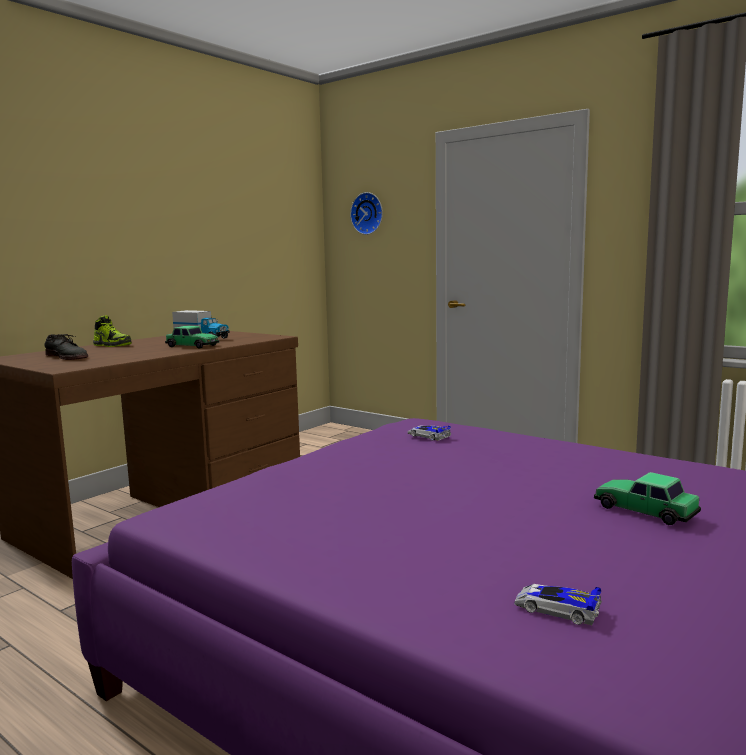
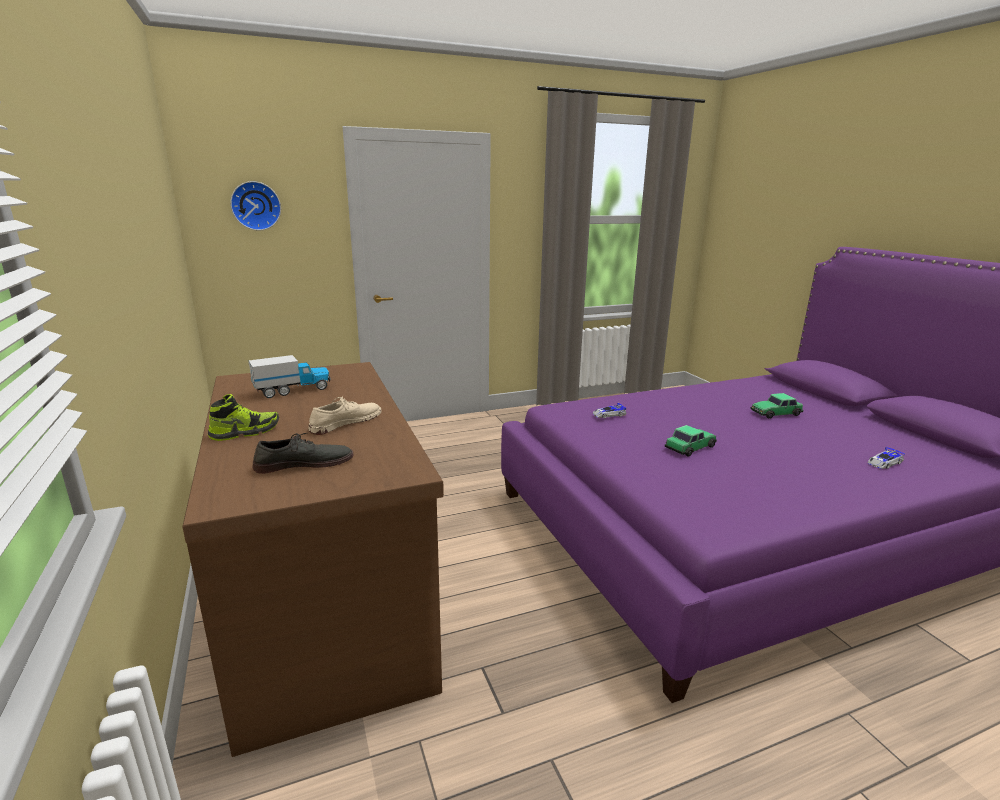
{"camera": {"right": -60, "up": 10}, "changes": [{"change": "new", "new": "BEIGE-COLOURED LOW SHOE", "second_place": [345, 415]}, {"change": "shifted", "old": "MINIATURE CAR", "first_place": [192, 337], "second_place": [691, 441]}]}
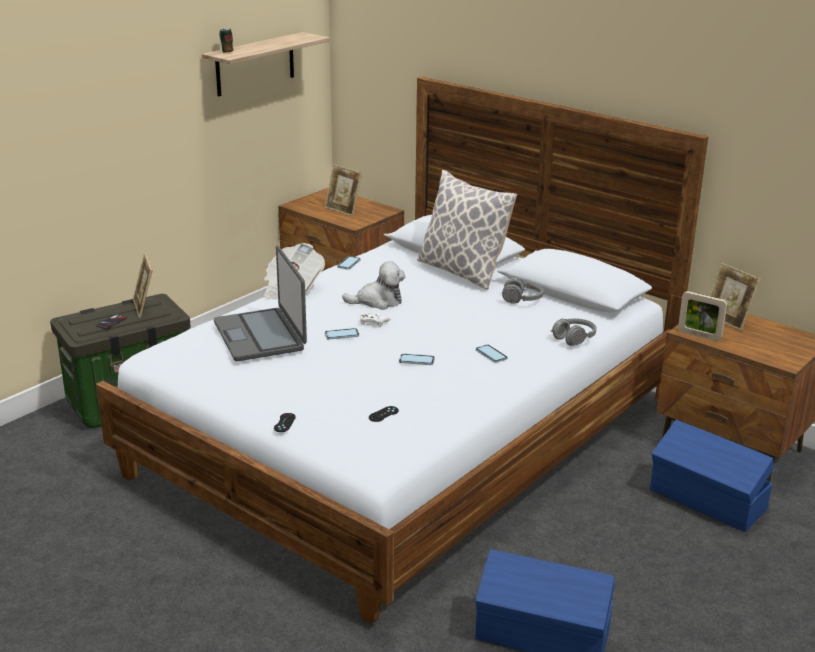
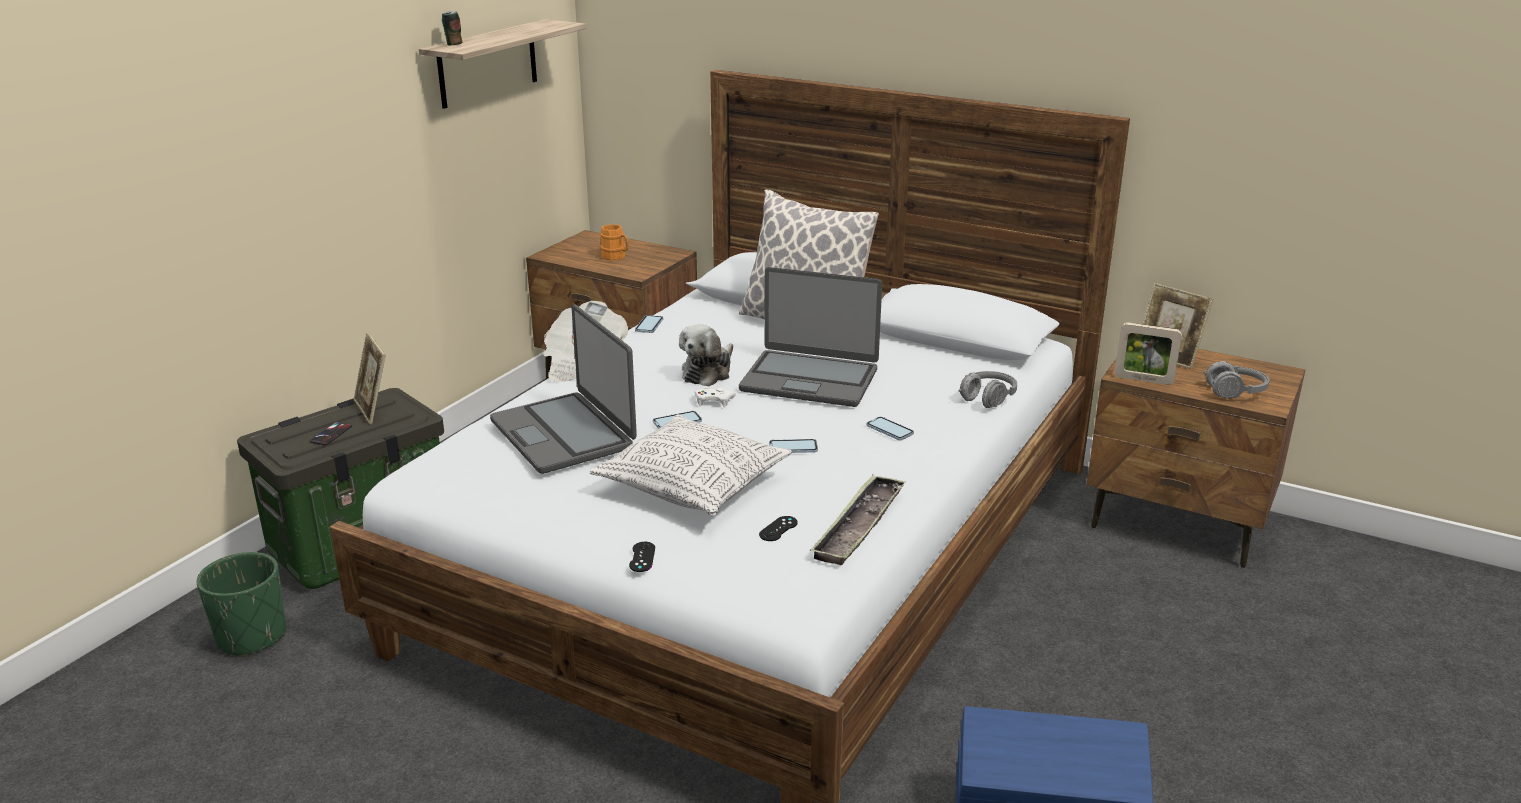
{"camera": {"right": -10, "up": 0}, "changes": [{"change": "new", "new": "GREEN PLANTER", "second_place": [241, 604]}, {"change": "new", "new": "THROW PILLOW", "second_place": [691, 465]}, {"change": "swapped", "old": "PICTURE FRAME", "new": "ORANGE COFFEE MUG", "first_place": [343, 190], "second_place": [614, 242]}, {"change": "rotated", "old": "PLUSH TOY", "first_place": [374, 285], "second_place": [706, 355], "degrees": 135}, {"change": "new", "new": "NOTEBOOK COMPUTER", "second_place": [810, 337]}, {"change": "new", "new": "CARRYING TRAY", "second_place": [858, 519]}, {"change": "shifted", "old": "GRAY HEADPHONES", "first_place": [523, 291], "second_place": [1236, 380]}, {"change": "gone", "old": "BLUE-COLOURED STORAGE CONTAINER", "first_place": [712, 476]}]}
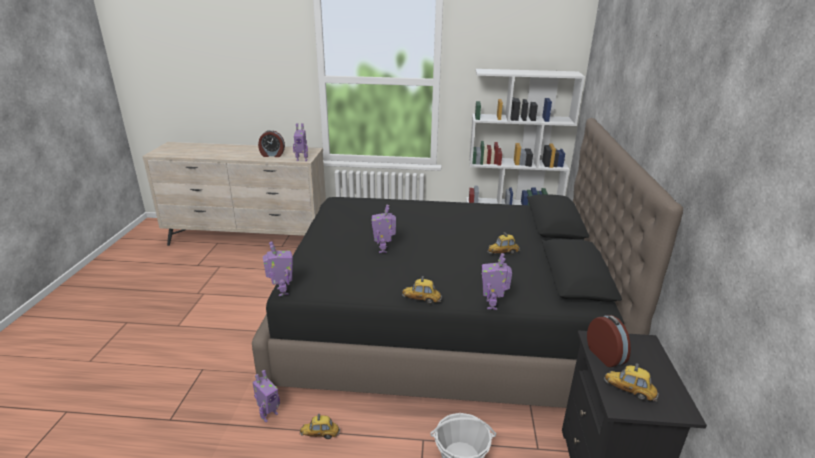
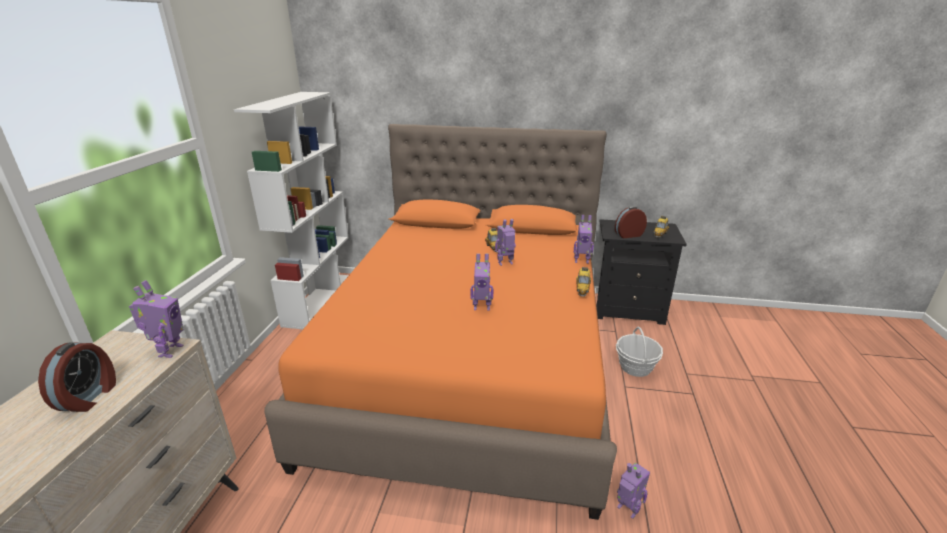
{"camera": {"right": -85, "up": 0}, "changes": [{"change": "repainted", "old": "BLACKISH BEDROOM BED", "new": "ORANGE BEDROOM BED", "first_place": [467, 263], "second_place": [440, 322]}, {"change": "shifted", "old": "TOY ROBOT", "first_place": [278, 269], "second_place": [505, 242]}, {"change": "gone", "old": "MINIATURE CAR", "first_place": [320, 426]}]}
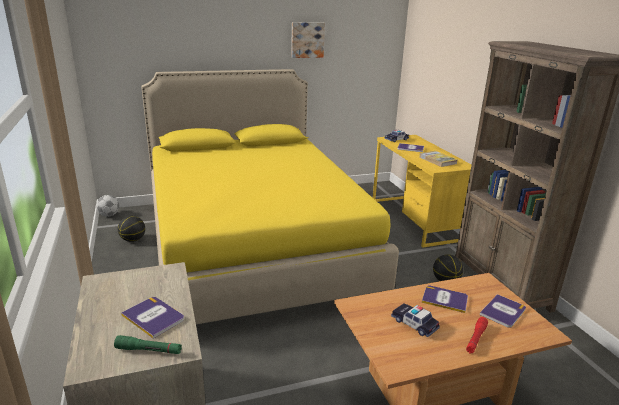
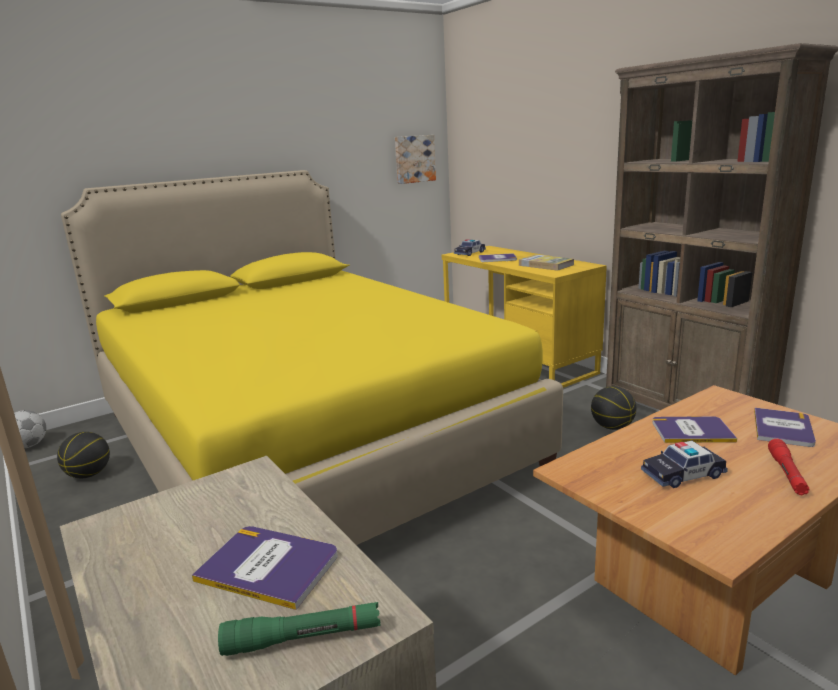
{"camera": {"right": -15, "up": -5}, "changes": [{"change": "shifted", "old": "WALL ART", "first_place": [308, 40], "second_place": [415, 159]}, {"change": "rotated", "old": "MINIATURE CAR", "first_place": [415, 320], "second_place": [684, 464], "degrees": -45}]}
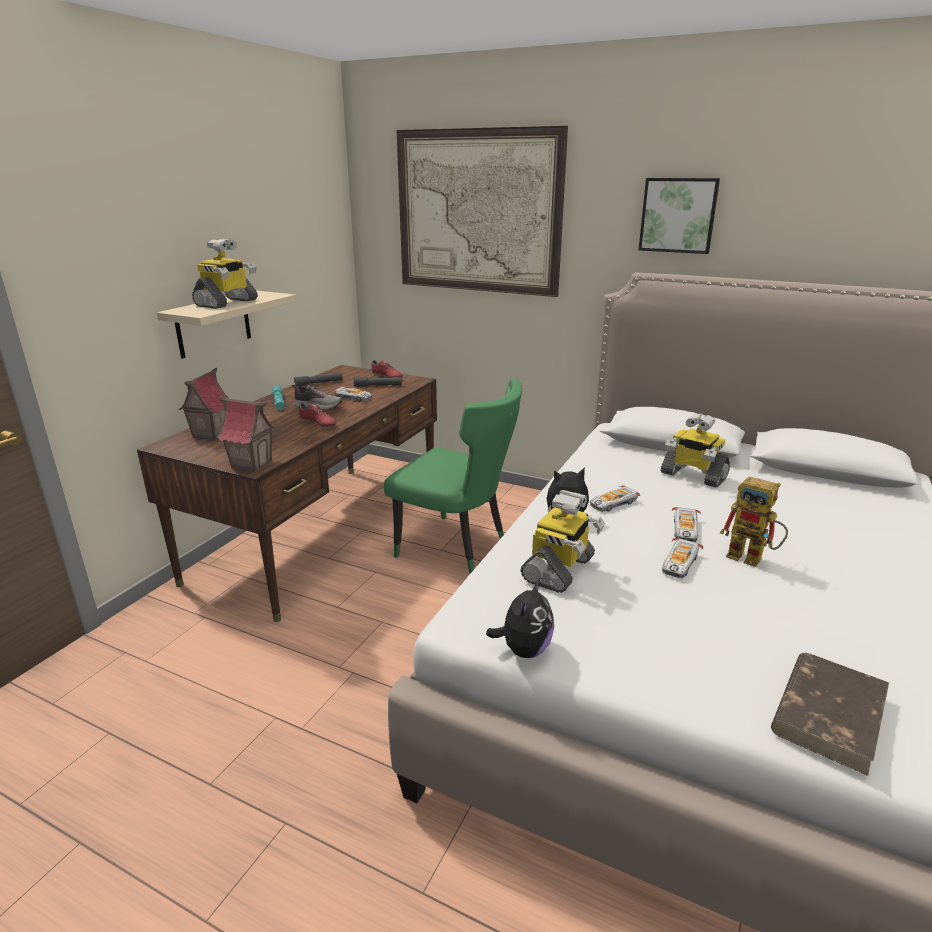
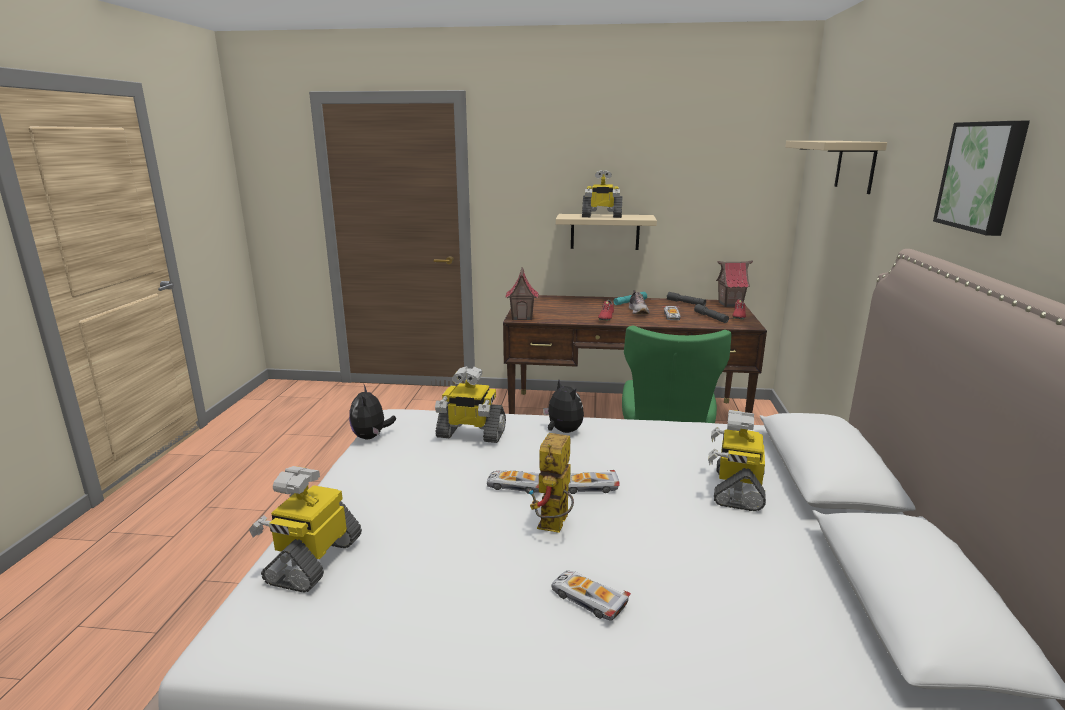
{"camera": {"right": 70, "up": -5}, "changes": [{"change": "swapped", "old": "BROWN-COLOURED BOUND BOOK", "new": "TOY ROBOT", "first_place": [830, 714], "second_place": [305, 529]}, {"change": "rotated", "old": "PLUSH TOY", "first_place": [520, 618], "second_place": [372, 412], "degrees": 75}, {"change": "shifted", "old": "MINIATURE CAR", "first_place": [615, 498], "second_place": [591, 596]}, {"change": "shifted", "old": "MINIATURE HOUSE", "first_place": [203, 404], "second_place": [734, 283]}, {"change": "swapped", "old": "WALL ART", "new": "BEIGE-COLOURED WALL SHELF", "first_place": [482, 211], "second_place": [836, 167]}]}
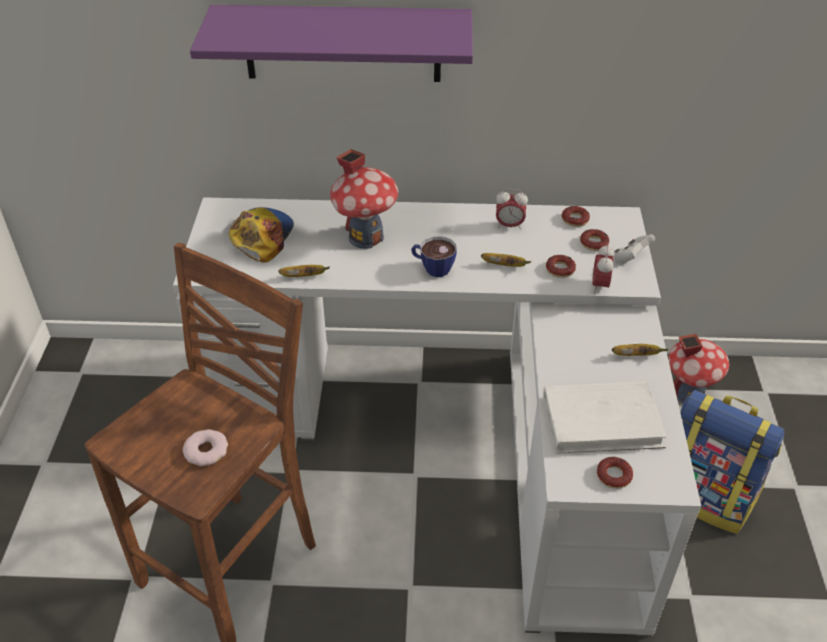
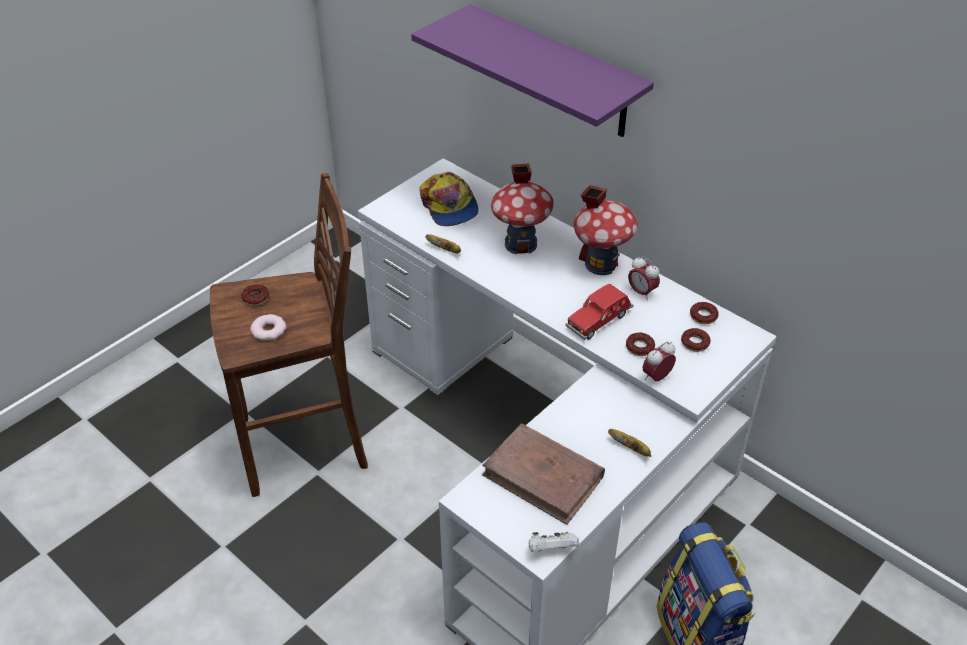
{"camera": {"right": 40, "up": 0}, "changes": [{"change": "shifted", "old": "DONUT", "first_place": [615, 473], "second_place": [255, 295]}, {"change": "rotated", "old": "BASEBALL CAP", "first_place": [261, 235], "second_place": [449, 199], "degrees": 105}, {"change": "repainted", "old": "WHITE BOUND BOOK", "new": "BROWN-COLOURED BOUND BOOK", "first_place": [604, 417], "second_place": [543, 474]}, {"change": "shifted", "old": "WHITE JOYPAD", "first_place": [634, 248], "second_place": [554, 542]}, {"change": "swapped", "old": "BANANA FRUIT", "new": "REDDISH MINIATURE CAR", "first_place": [506, 260], "second_place": [599, 312]}, {"change": "shifted", "old": "MINIATURE HOUSE", "first_place": [698, 368], "second_place": [606, 230]}, {"change": "gone", "old": "CUP", "first_place": [434, 256]}]}
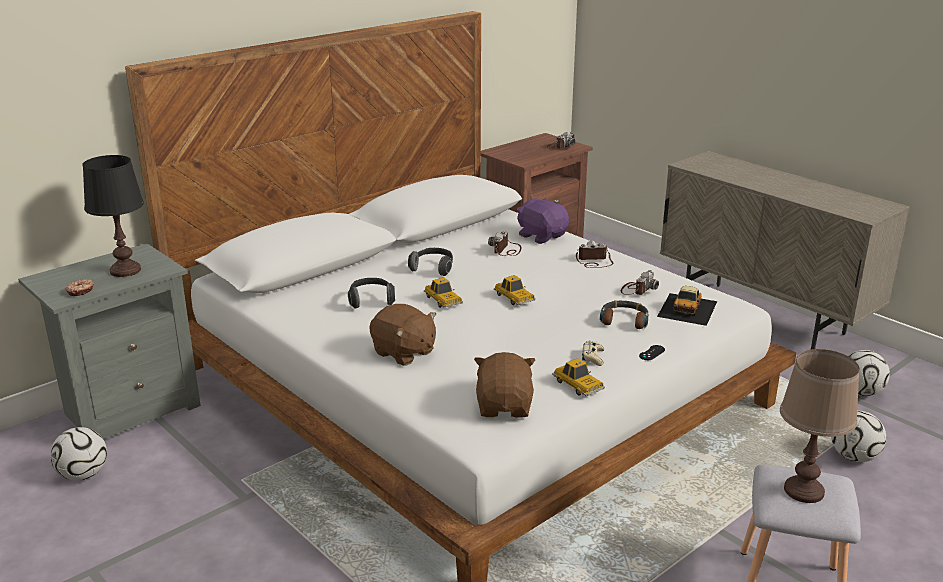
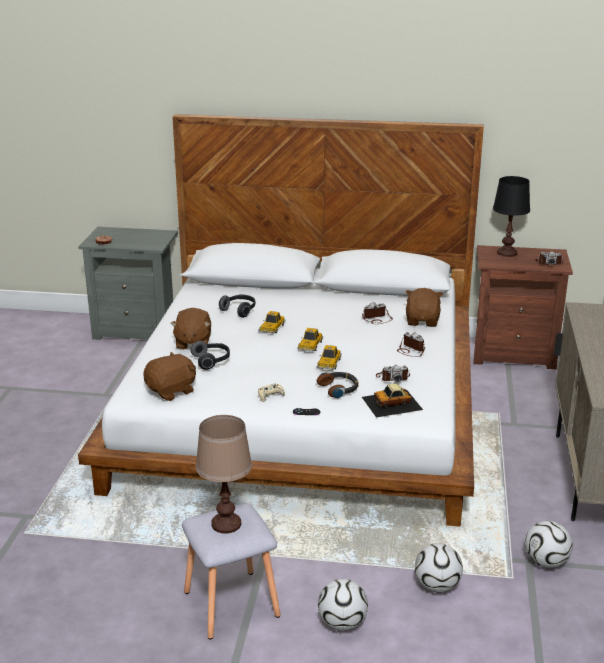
{"camera": {"right": 50, "up": 0}, "changes": [{"change": "shifted", "old": "HEADPHONES", "first_place": [430, 262], "second_place": [210, 355]}, {"change": "shifted", "old": "MINIATURE CAR", "first_place": [579, 377], "second_place": [329, 357]}, {"change": "shifted", "old": "BALL FOR FOOTBALL", "first_place": [78, 454], "second_place": [343, 605]}, {"change": "repainted", "old": "PURPLISH PLUSH TOY", "new": "BROWN-COLOURED PLUSH TOY", "first_place": [543, 221], "second_place": [424, 307]}, {"change": "shifted", "old": "BLACKISH TABLE LAMP", "first_place": [113, 216], "second_place": [511, 216]}]}
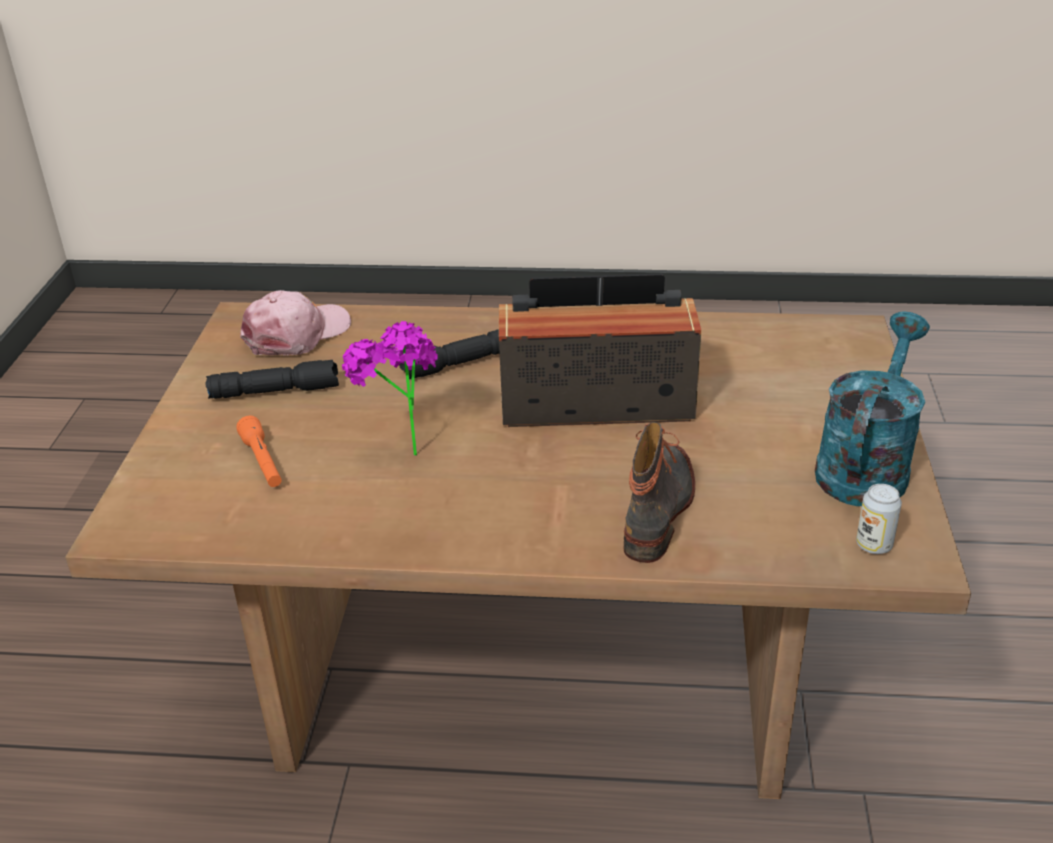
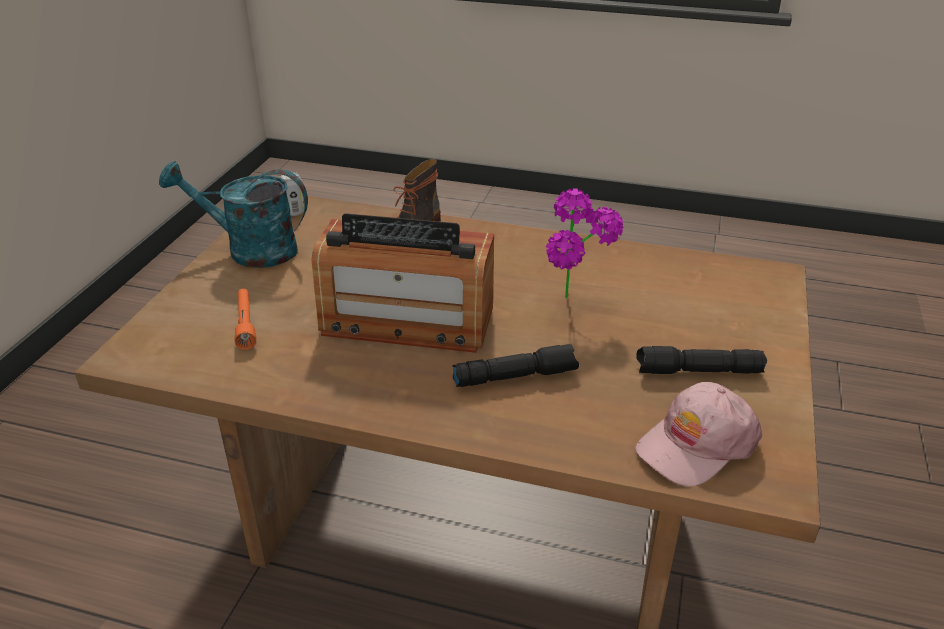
{"camera": {"right": -170, "up": 0}, "changes": [{"change": "rotated", "old": "TURQUOISE-COLOURED WATERING CAN", "first_place": [872, 409], "second_place": [233, 214], "degrees": 60}, {"change": "shifted", "old": "ORANGE FLASHLIGHT", "first_place": [259, 451], "second_place": [245, 319]}]}
